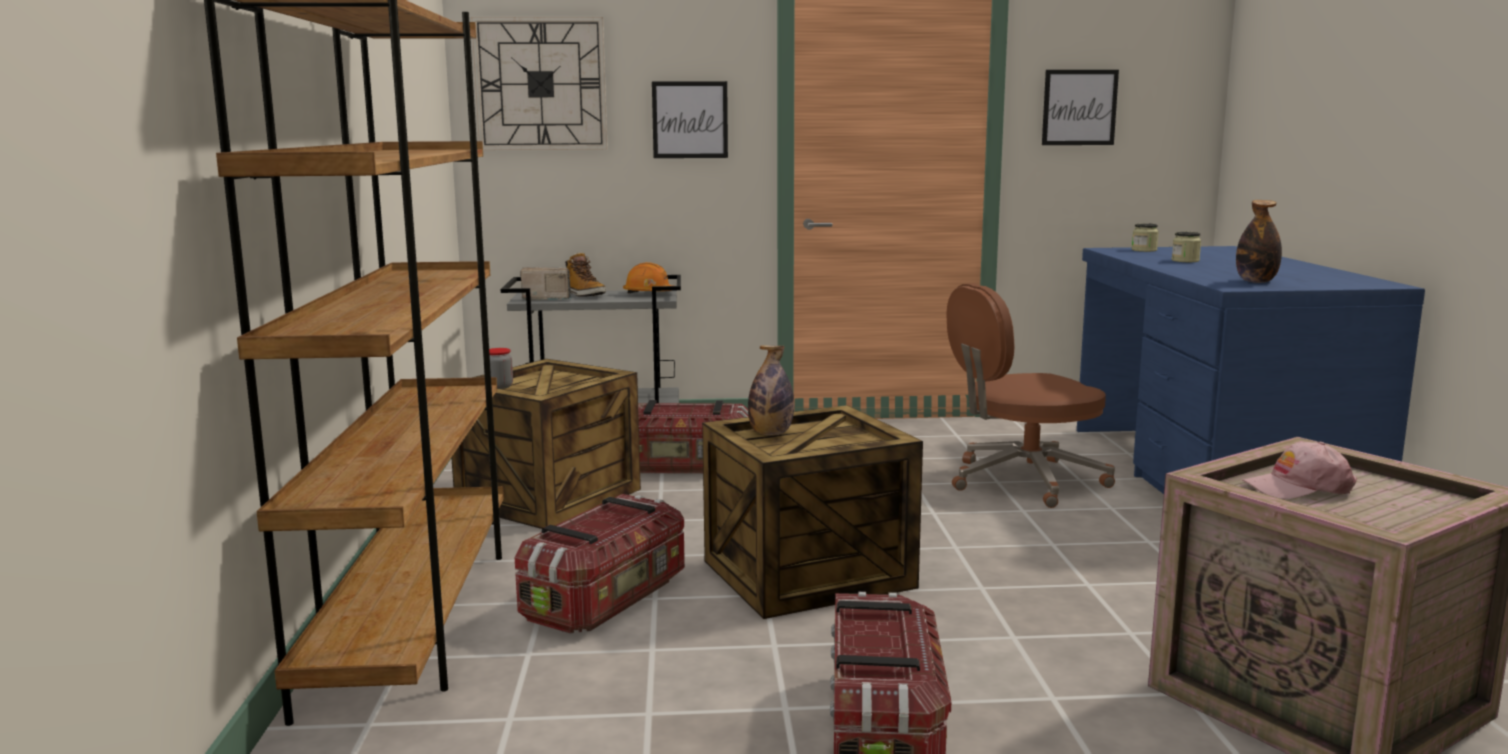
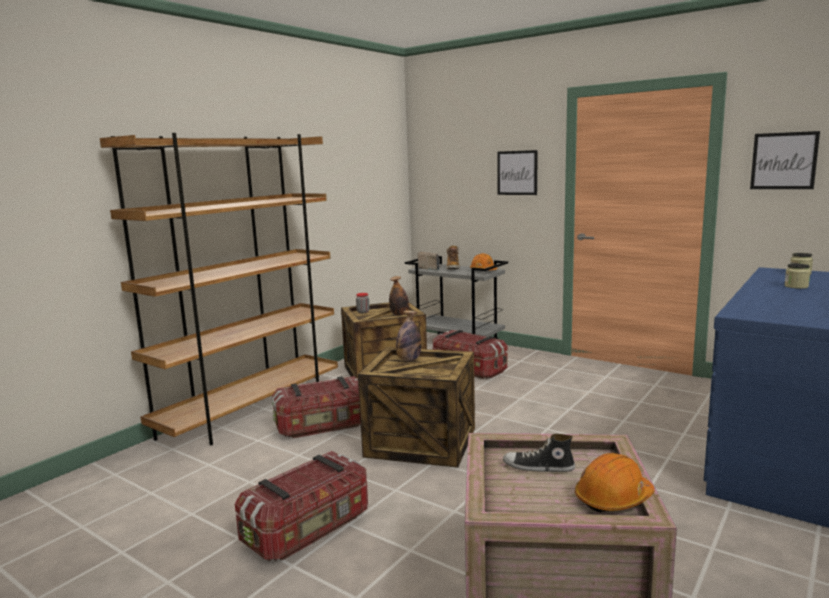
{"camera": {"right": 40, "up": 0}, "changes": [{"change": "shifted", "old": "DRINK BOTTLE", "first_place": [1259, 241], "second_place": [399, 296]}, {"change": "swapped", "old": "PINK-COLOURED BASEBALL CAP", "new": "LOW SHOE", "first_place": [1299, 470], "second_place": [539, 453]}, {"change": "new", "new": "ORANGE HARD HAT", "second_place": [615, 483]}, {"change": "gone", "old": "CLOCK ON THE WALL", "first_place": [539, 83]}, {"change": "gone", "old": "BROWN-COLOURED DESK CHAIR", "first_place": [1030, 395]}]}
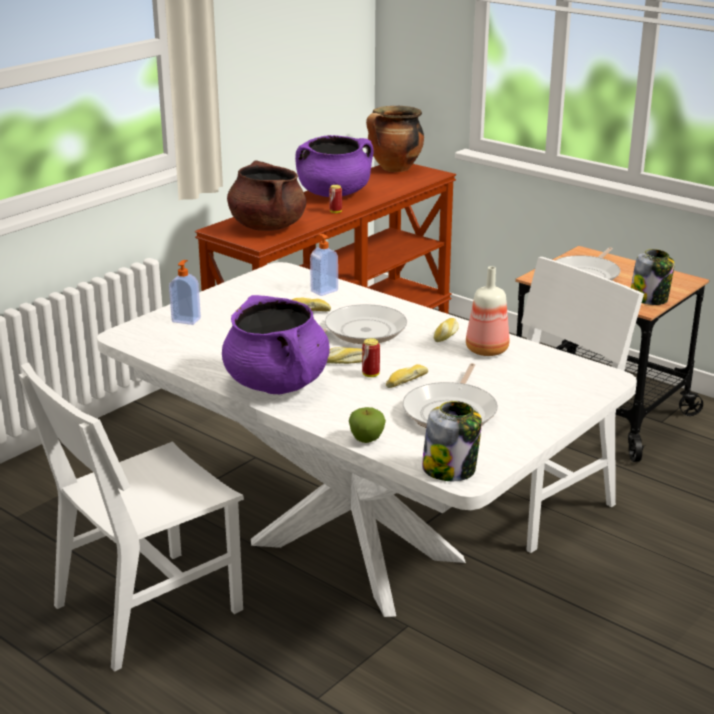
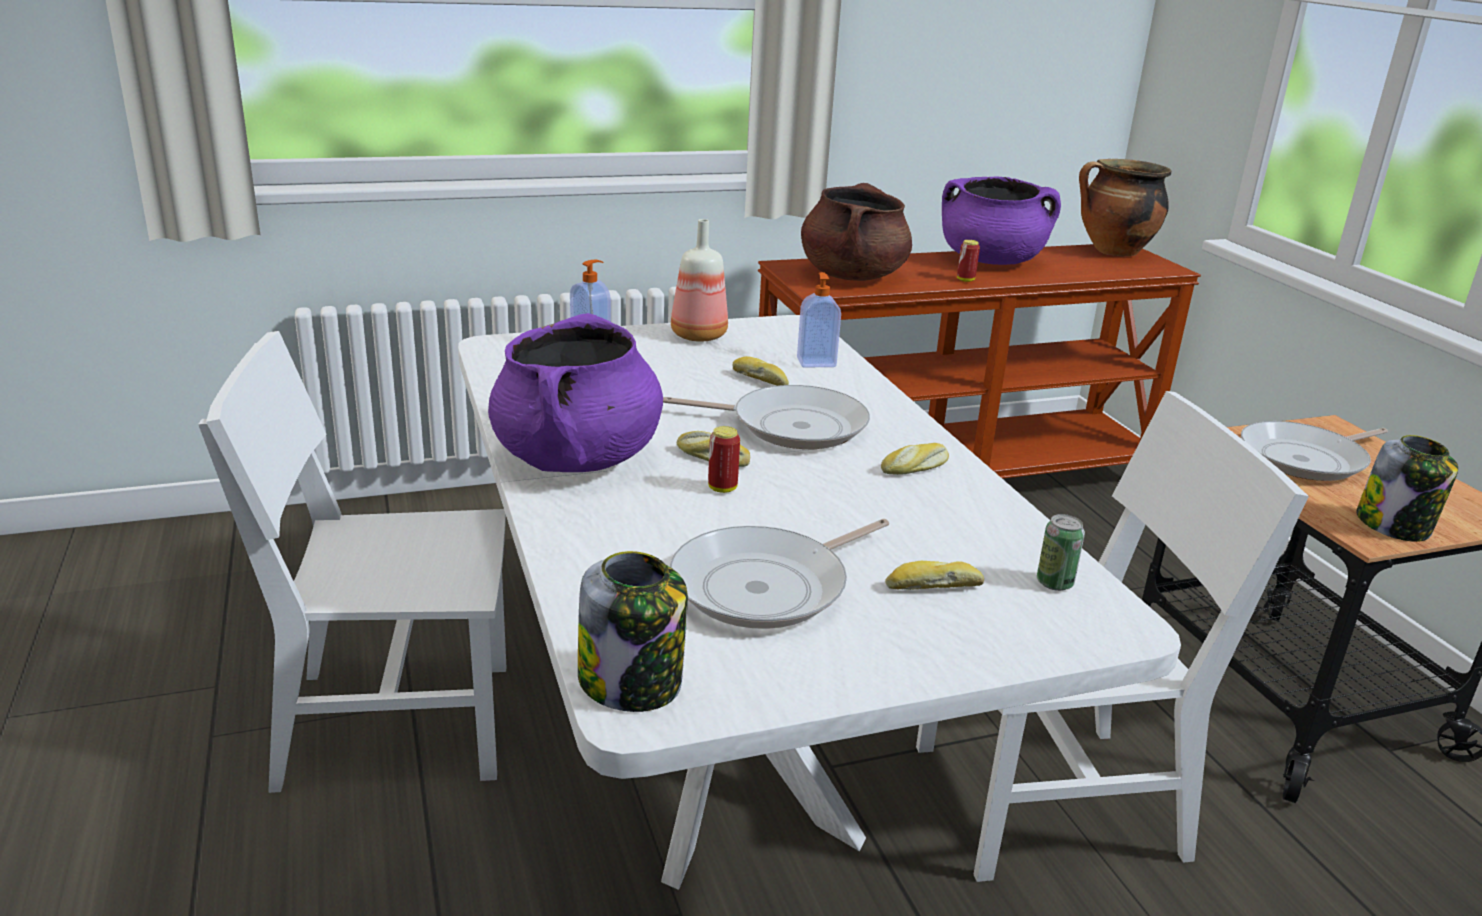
{"camera": {"right": 30, "up": 0}, "changes": [{"change": "shifted", "old": "DRINK BOTTLE", "first_place": [487, 311], "second_place": [699, 280]}, {"change": "shifted", "old": "BREAD", "first_place": [407, 376], "second_place": [934, 575]}, {"change": "new", "new": "METAL CAN", "second_place": [1061, 552]}, {"change": "gone", "old": "APPLE FRUIT", "first_place": [367, 425]}]}
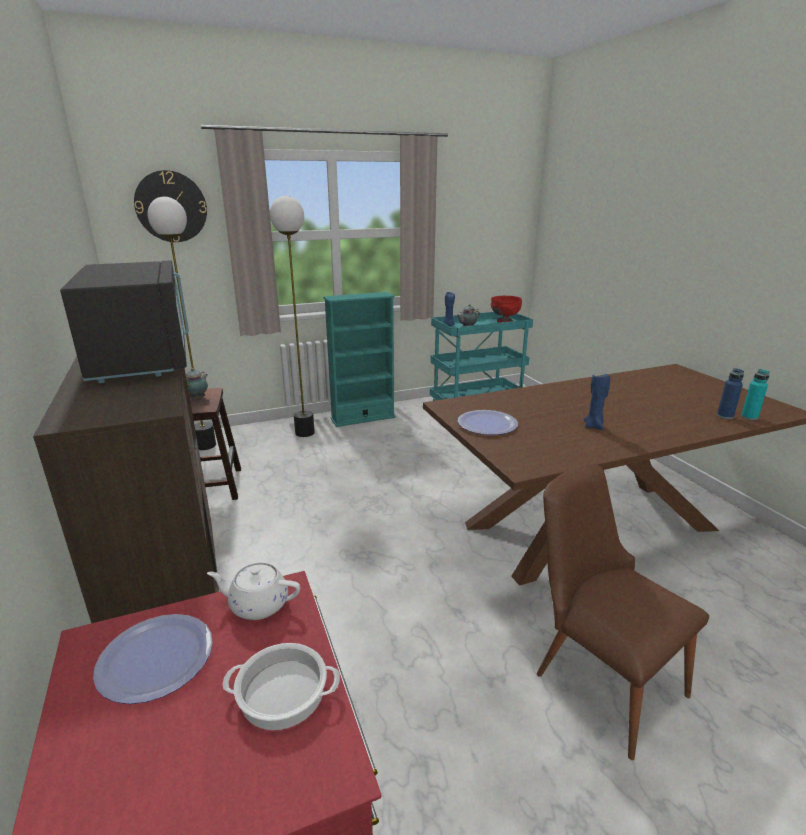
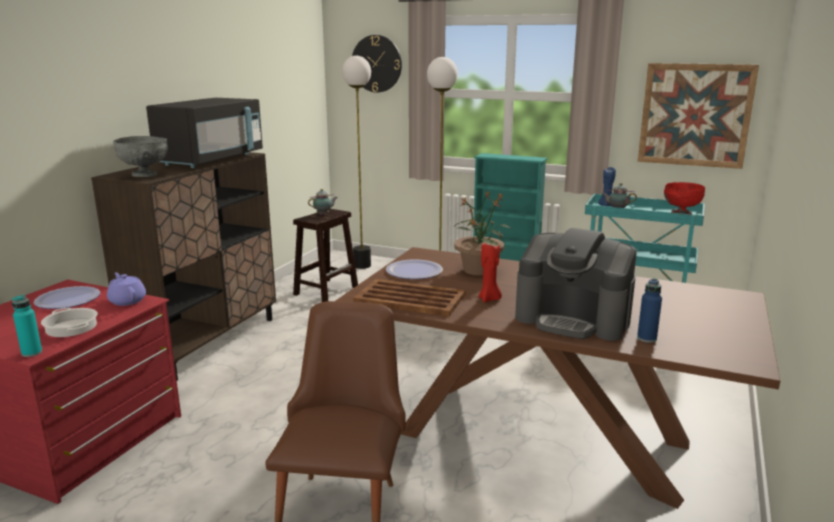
{"camera": {"right": 45, "up": -5}, "changes": [{"change": "shifted", "old": "TURQUOISE-COLOURED DRINK BOTTLE", "first_place": [755, 394], "second_place": [27, 326]}, {"change": "repainted", "old": "WHITE TEA POT", "new": "PURPLISH TEA POT", "first_place": [253, 591], "second_place": [126, 289]}, {"change": "new", "new": "GRAY BOWL", "second_place": [140, 156]}, {"change": "new", "new": "BROWN-COLOURED CARRYING TRAY", "second_place": [409, 297]}, {"change": "new", "new": "PLANT IN A POT", "second_place": [482, 233]}, {"change": "repainted", "old": "BLUE-COLOURED WAX CANDLE", "new": "REDDISH WAX CANDLE", "first_place": [597, 402], "second_place": [490, 272]}, {"change": "new", "new": "COFFEE MACHINE", "second_place": [576, 284]}, {"change": "new", "new": "WALL ART", "second_place": [698, 116]}]}
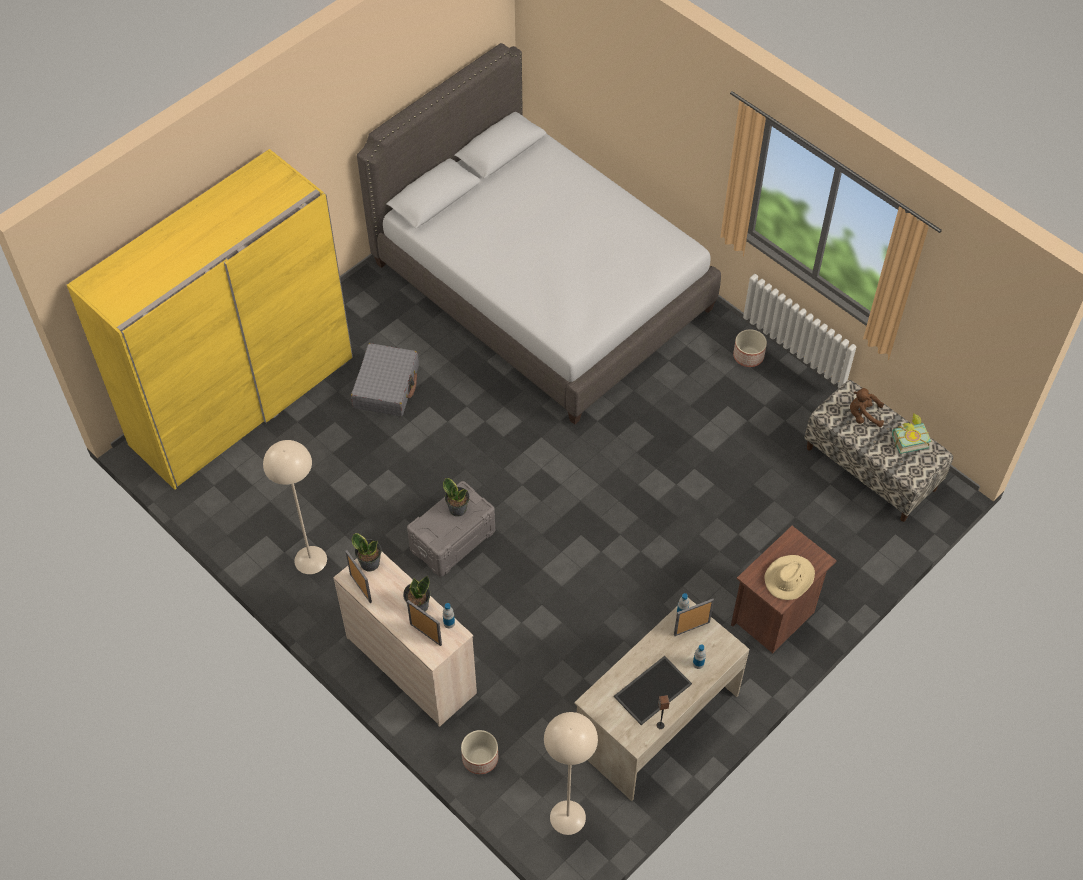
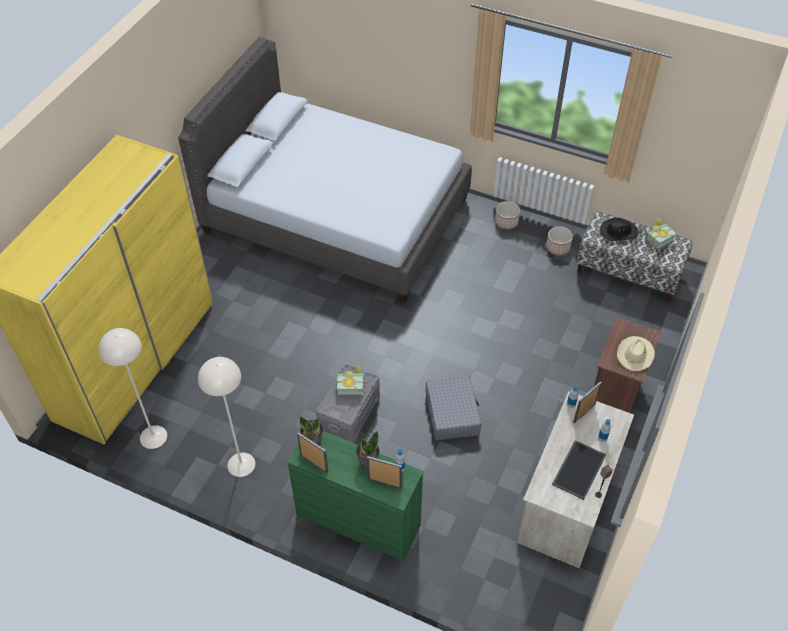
{"camera": {"right": -20, "up": -5}, "changes": [{"change": "shifted", "old": "BEIGE-COLOURED STANDARD LAMP", "first_place": [571, 773], "second_place": [133, 388]}, {"change": "repainted", "old": "BEIGE-COLOURED CHEST OF DRAWERS", "new": "GREEN CHEST OF DRAWERS", "first_place": [405, 639], "second_place": [355, 496]}, {"change": "swapped", "old": "PLANT IN A POT", "new": "BOUND BOOK", "first_place": [456, 497], "second_place": [350, 380]}, {"change": "shifted", "old": "GRAY PIECE OF LUGGAGE", "first_place": [385, 380], "second_place": [454, 408]}, {"change": "shifted", "old": "PLANTER", "first_place": [480, 752], "second_place": [559, 241]}, {"change": "swapped", "old": "BROWN-COLOURED PLUSH TOY", "new": "BLACKISH HAT", "first_place": [867, 407], "second_place": [619, 229]}]}
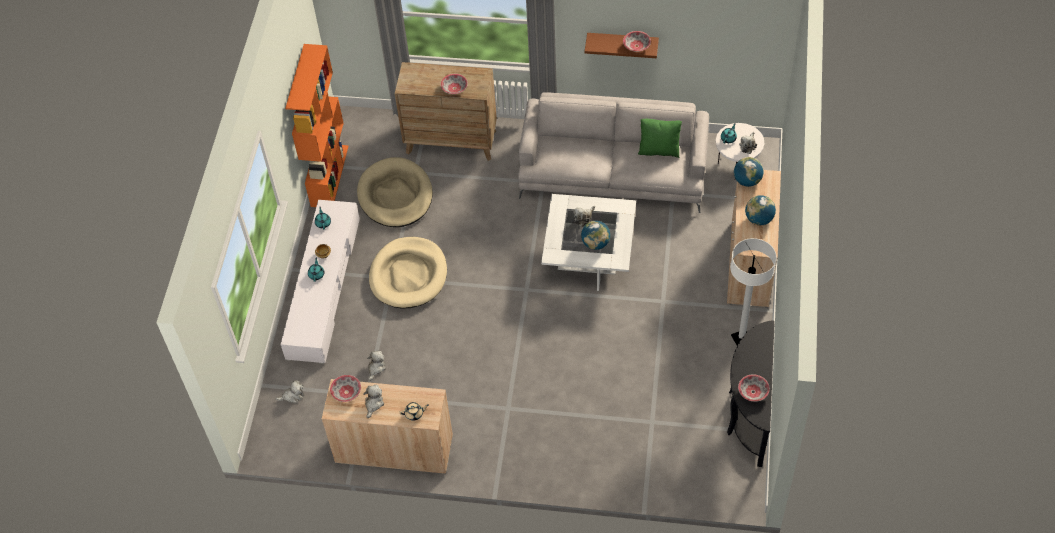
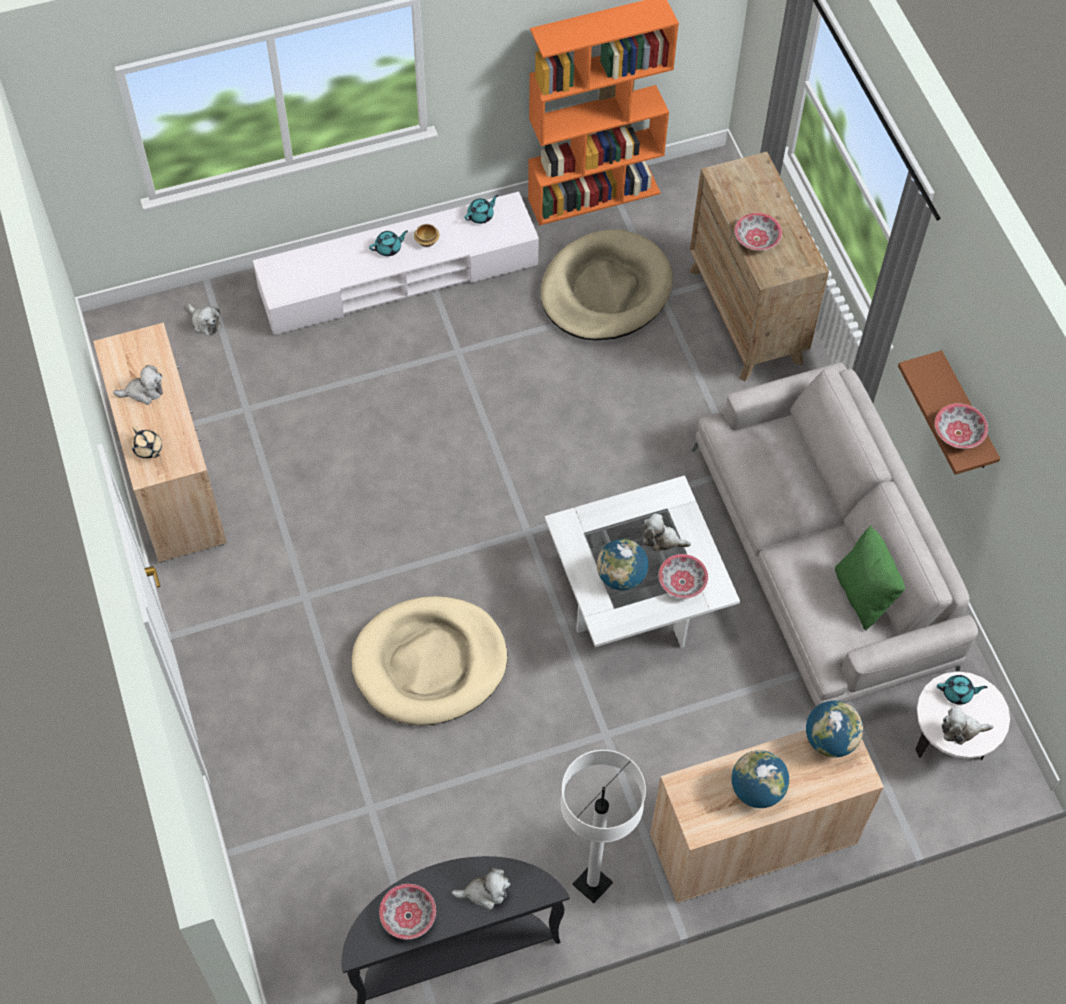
{"camera": {"right": 60, "up": 5}, "changes": [{"change": "shifted", "old": "BEIGE-COLOURED DOG BED", "first_place": [408, 272], "second_place": [430, 660]}, {"change": "shifted", "old": "PLUSH TOY", "first_place": [376, 366], "second_place": [480, 888]}, {"change": "shifted", "old": "BOWL", "first_place": [345, 388], "second_place": [683, 576]}]}
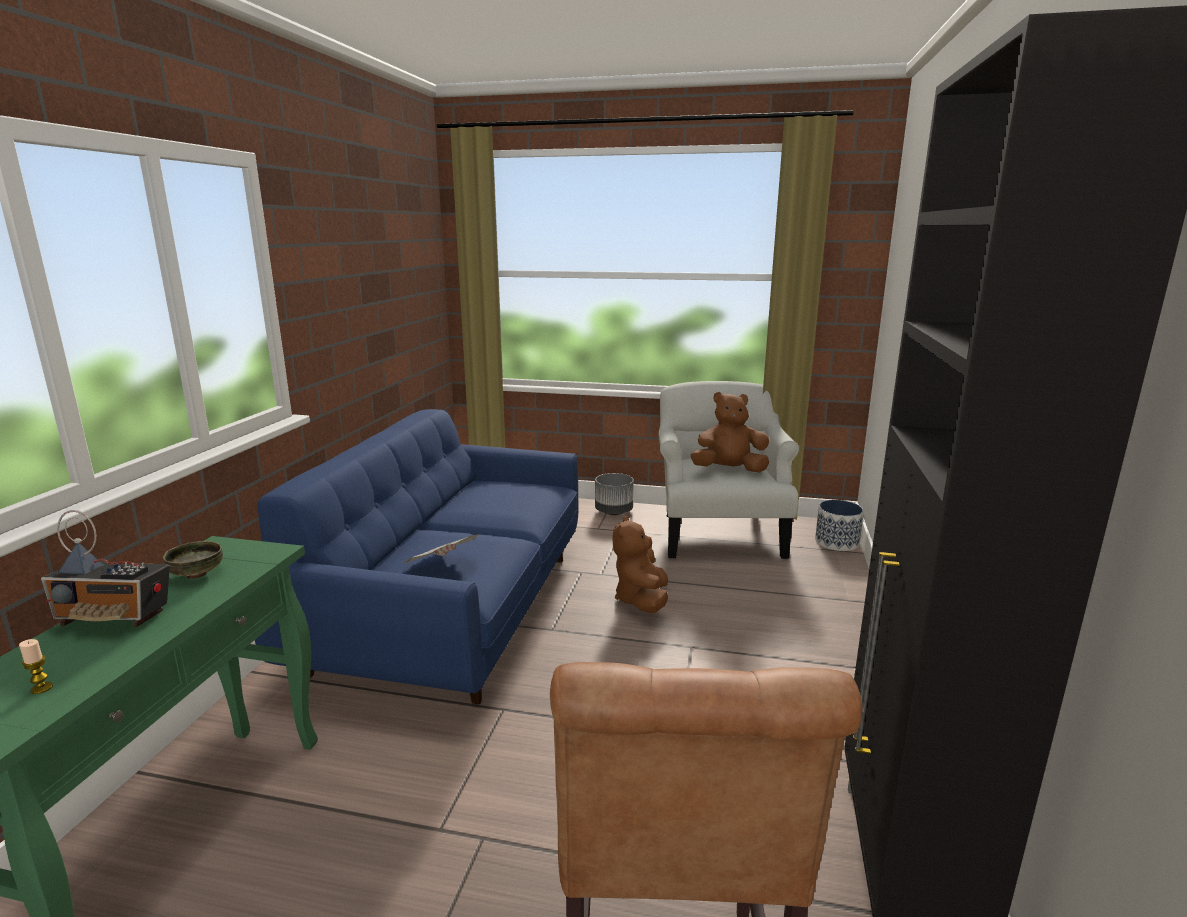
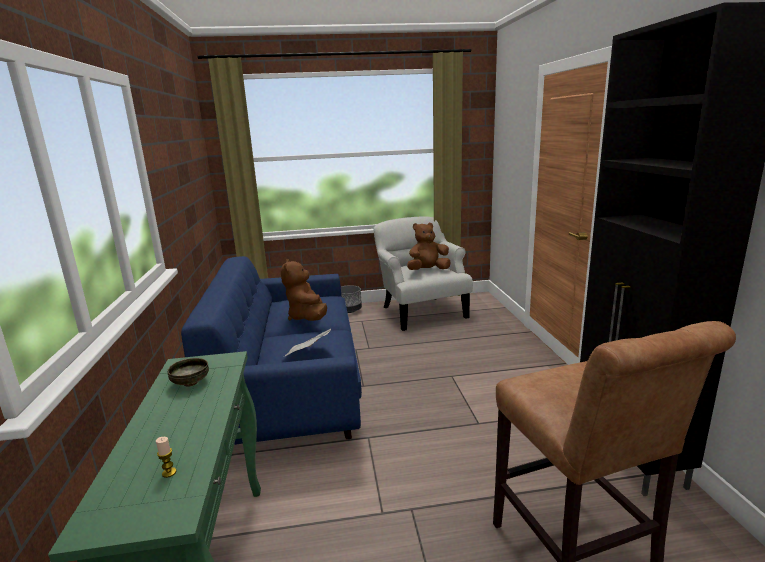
{"camera": {"right": -20, "up": 0}, "changes": [{"change": "shifted", "old": "BROWN-COLOURED PLUSH TOY", "first_place": [640, 564], "second_place": [304, 290]}, {"change": "gone", "old": "RADIO", "first_place": [105, 568]}, {"change": "gone", "old": "PLANTER", "first_place": [839, 525]}]}
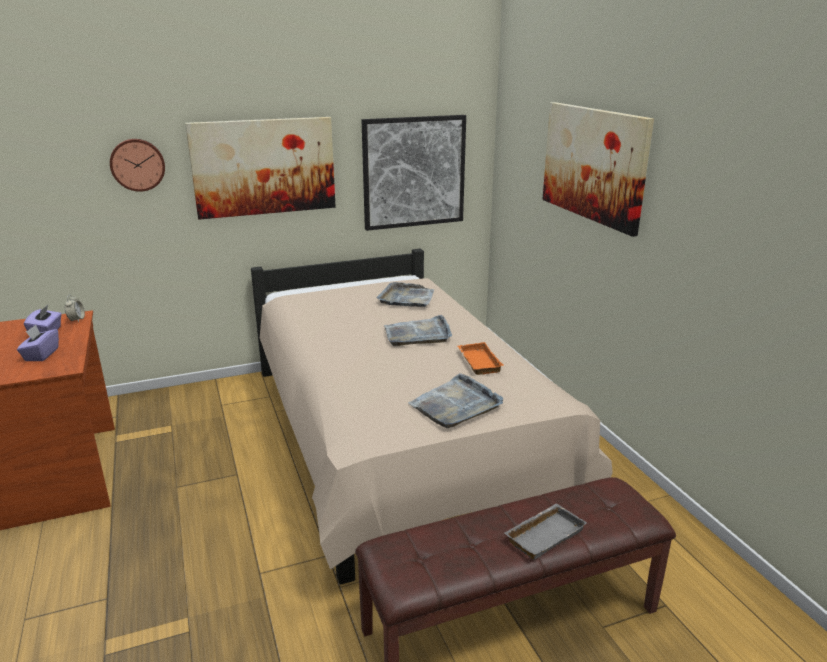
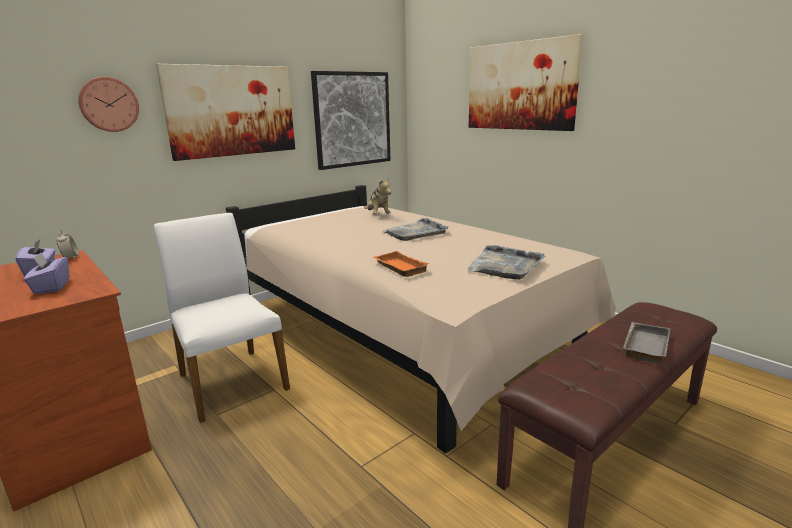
{"camera": {"right": -20, "up": -5}, "changes": [{"change": "new", "new": "WHITE PLAIN CHAIR", "second_place": [222, 318]}, {"change": "swapped", "old": "GRAY CARRYING TRAY", "new": "PLUSH TOY", "first_place": [405, 294], "second_place": [377, 196]}, {"change": "shifted", "old": "ORANGE CARRYING TRAY", "first_place": [480, 358], "second_place": [401, 264]}]}
